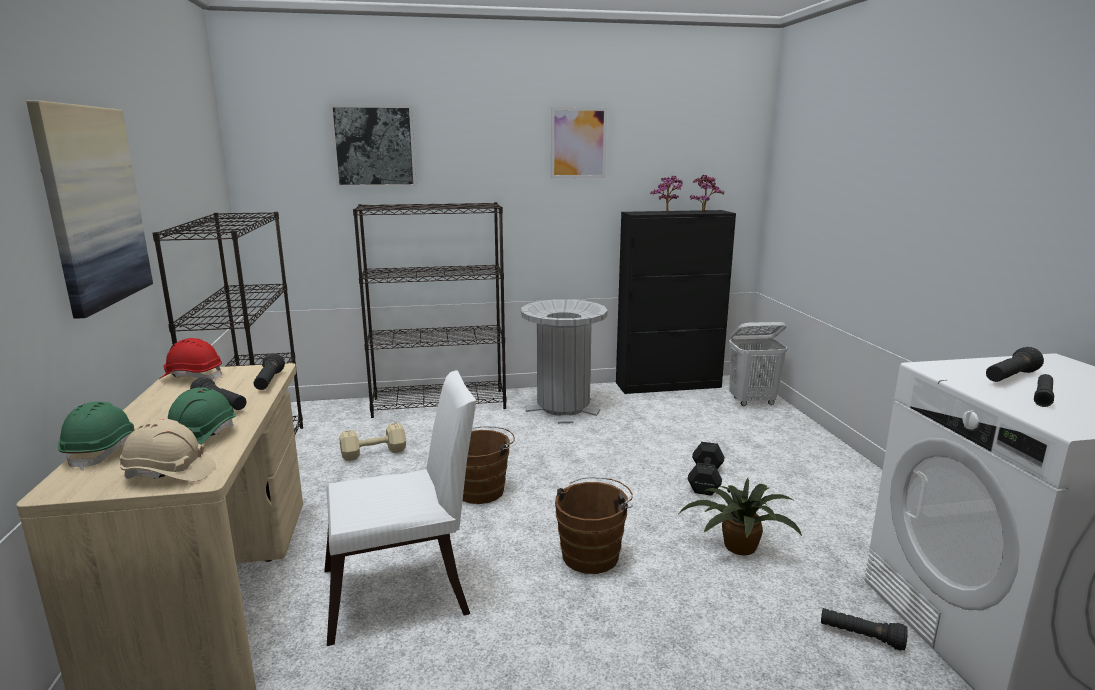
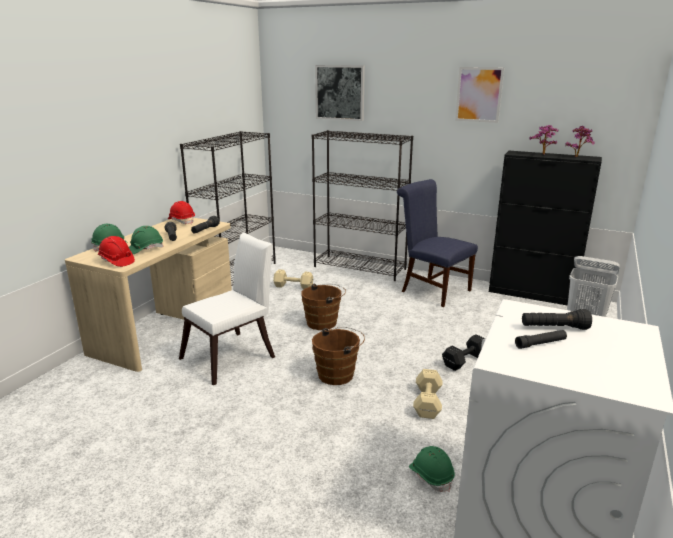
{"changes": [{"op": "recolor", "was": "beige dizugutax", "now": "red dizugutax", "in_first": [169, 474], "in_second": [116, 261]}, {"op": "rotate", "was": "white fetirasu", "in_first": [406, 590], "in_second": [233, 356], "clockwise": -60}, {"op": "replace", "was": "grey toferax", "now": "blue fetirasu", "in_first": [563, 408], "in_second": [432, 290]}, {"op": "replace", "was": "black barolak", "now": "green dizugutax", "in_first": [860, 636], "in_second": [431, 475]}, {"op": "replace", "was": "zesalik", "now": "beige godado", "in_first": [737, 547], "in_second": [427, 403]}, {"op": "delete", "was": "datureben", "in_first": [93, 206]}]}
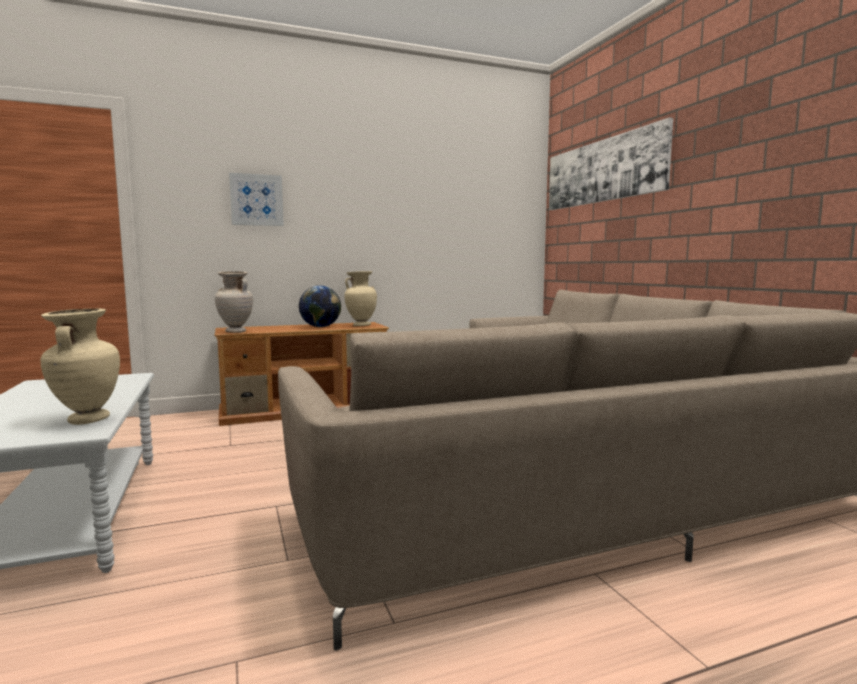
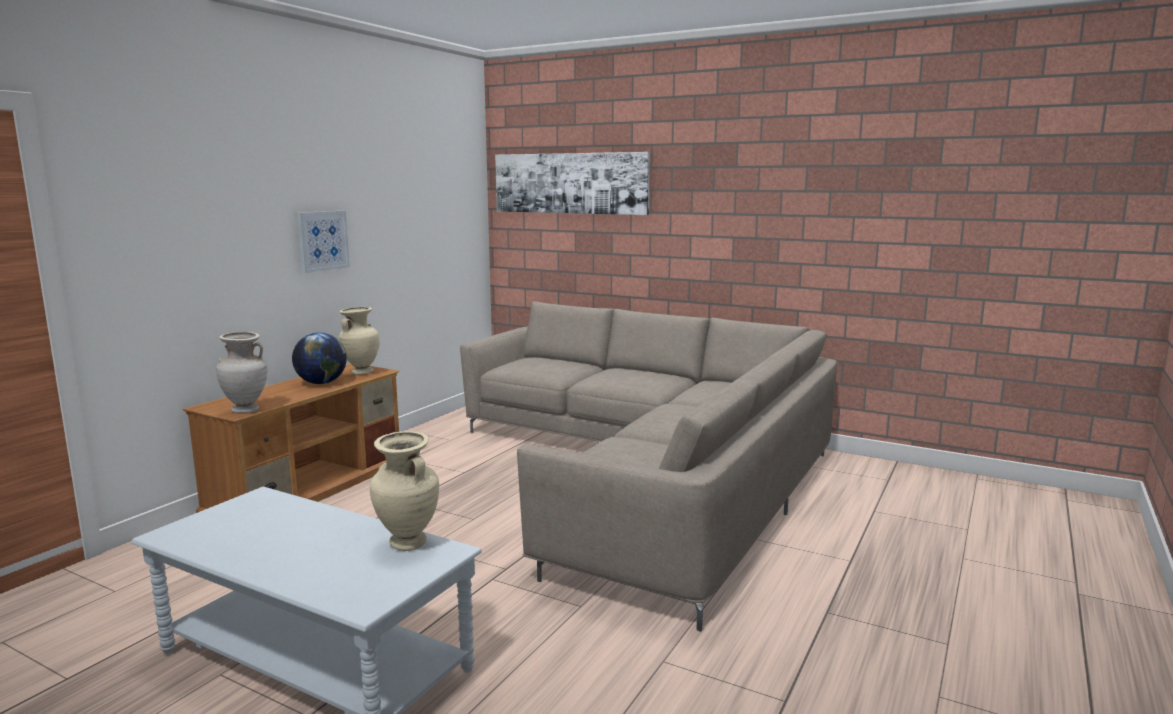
{"changes": [{"op": "move", "was": "datureben", "in_first": [256, 200], "in_second": [322, 240]}]}
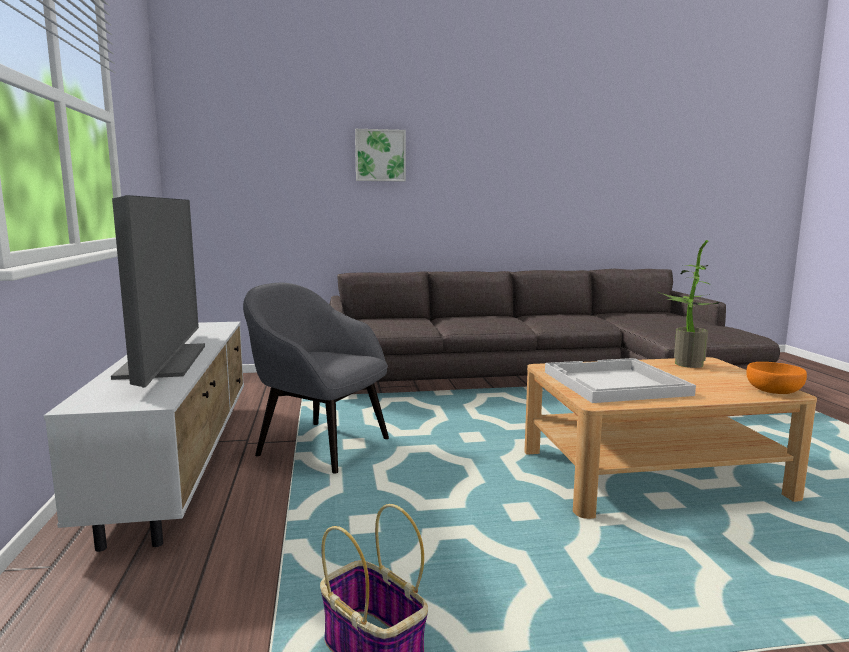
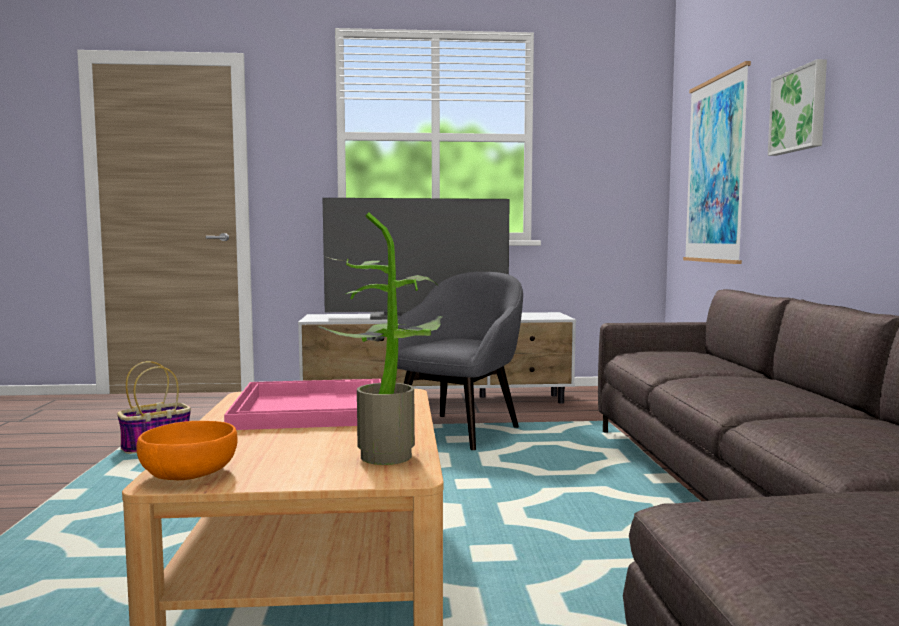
{"changes": [{"op": "recolor", "was": "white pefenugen", "now": "pink pefenugen", "in_first": [614, 383], "in_second": [310, 408]}, {"op": "insert", "now": "datureben", "in_second": [715, 170]}]}
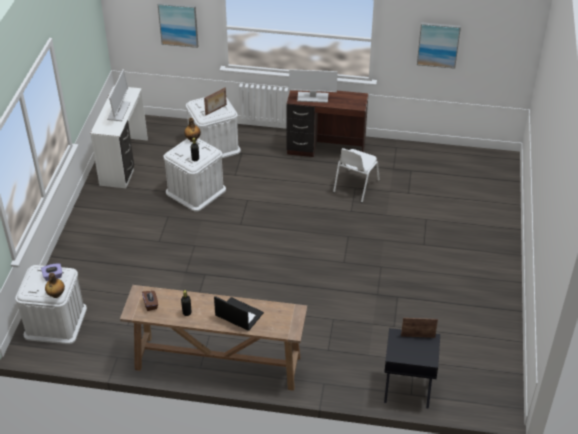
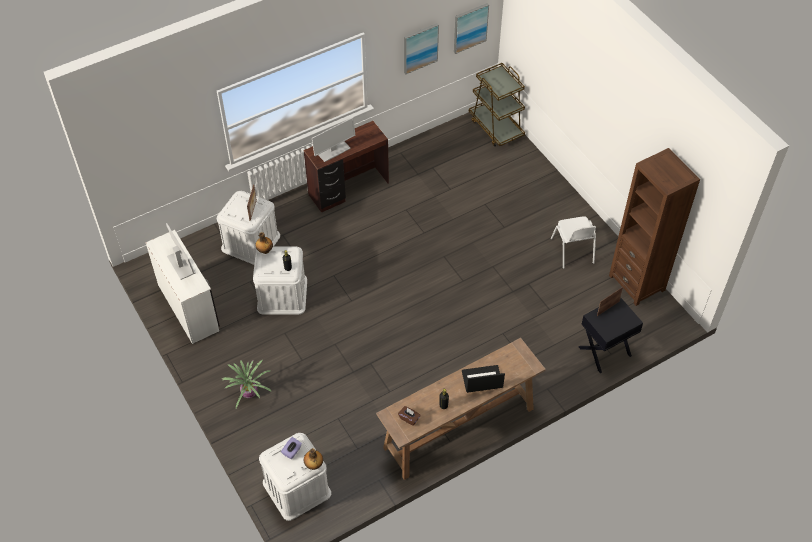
{"changes": [{"op": "insert", "now": "zesalik", "in_second": [248, 393]}, {"op": "move", "was": "datureben", "in_first": [178, 24], "in_second": [470, 27]}, {"op": "insert", "now": "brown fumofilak", "in_second": [496, 127]}, {"op": "move", "was": "white fetirasu", "in_first": [355, 186], "in_second": [572, 251]}, {"op": "insert", "now": "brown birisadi", "in_second": [637, 283]}]}
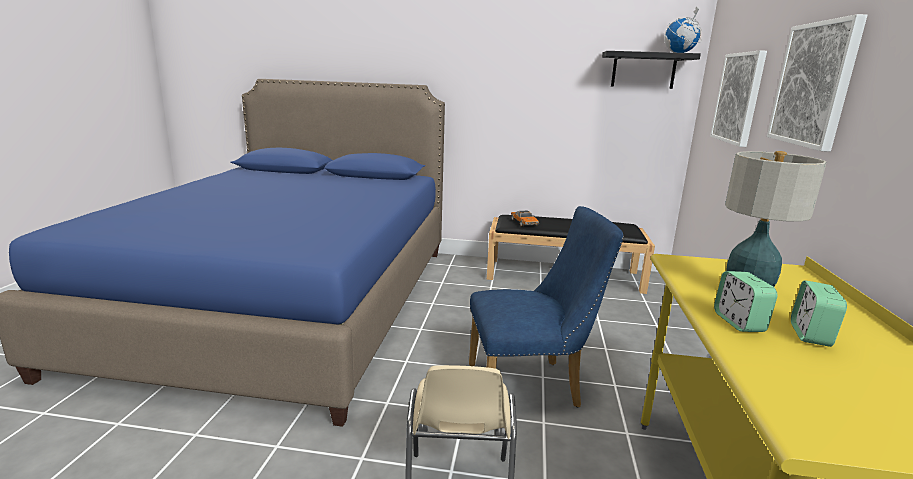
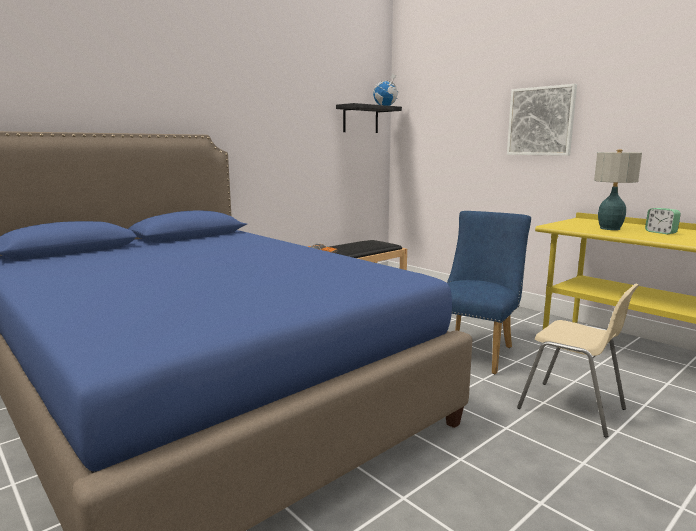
{"changes": [{"op": "delete", "was": "datureben", "in_first": [738, 98]}, {"op": "delete", "was": "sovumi", "in_first": [739, 322]}]}
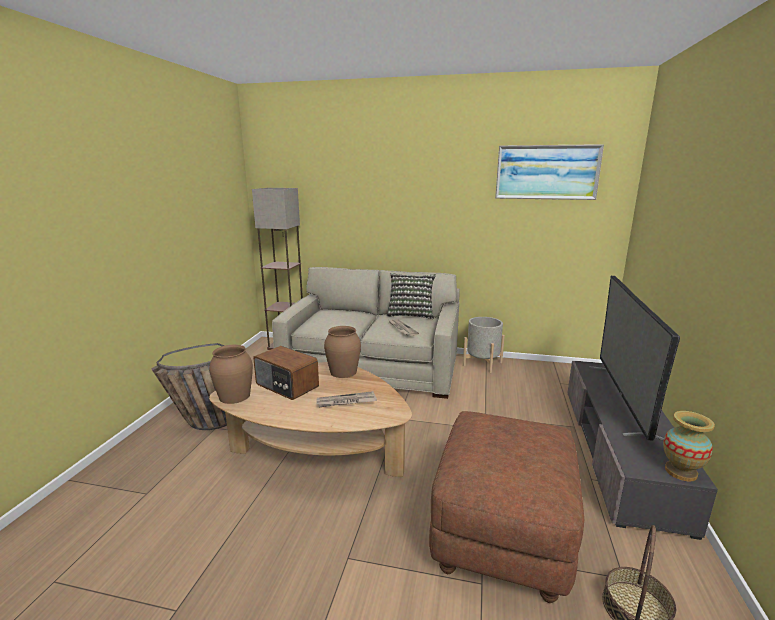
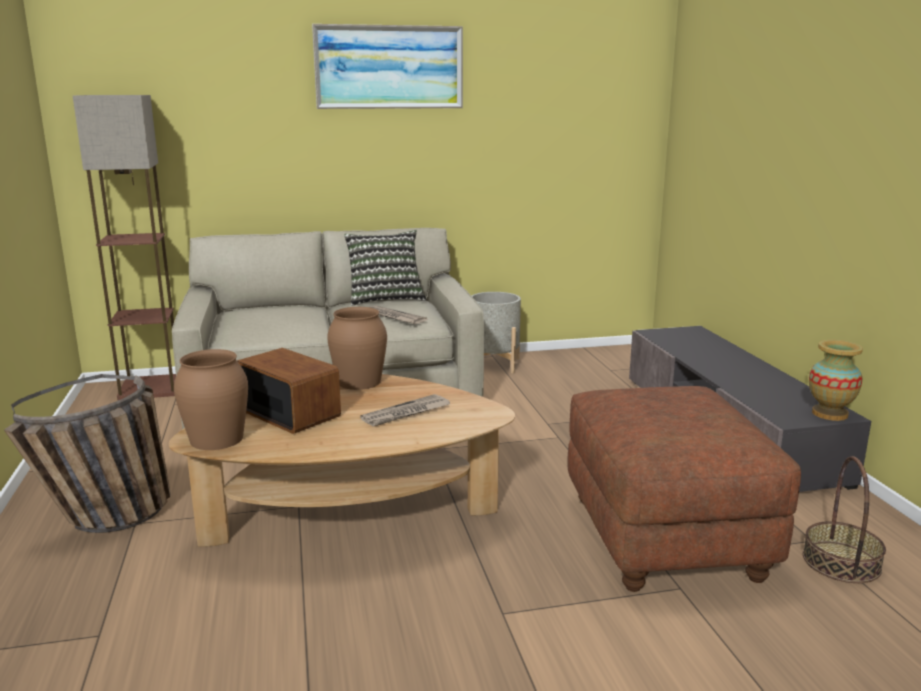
{"changes": [{"op": "rotate", "was": "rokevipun", "in_first": [286, 386], "in_second": [290, 412], "clockwise": -150}, {"op": "move", "was": "datureben", "in_first": [546, 172], "in_second": [389, 67]}, {"op": "delete", "was": "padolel", "in_first": [621, 398]}]}
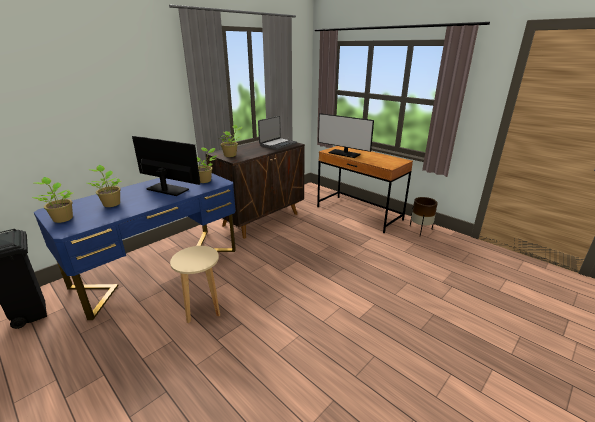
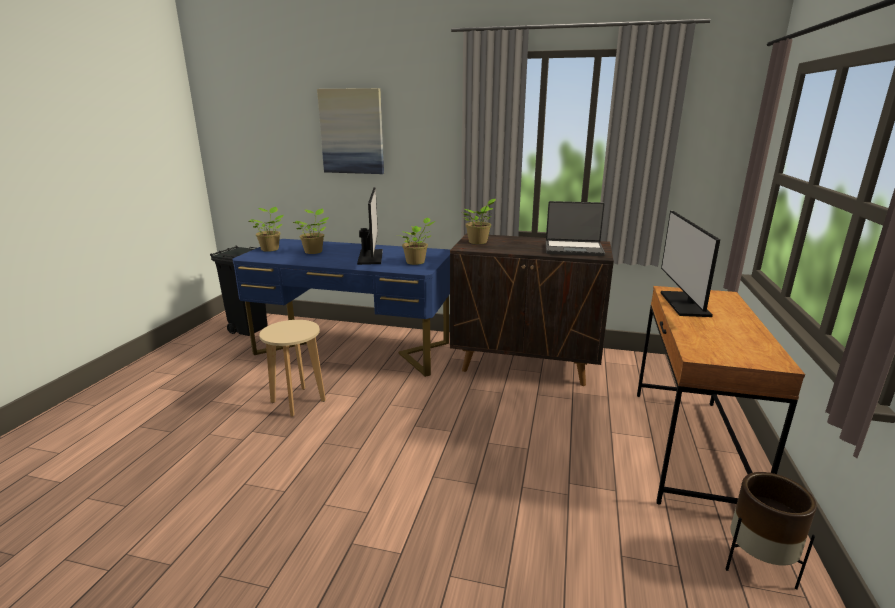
{"changes": [{"op": "insert", "now": "datureben", "in_second": [352, 131]}]}
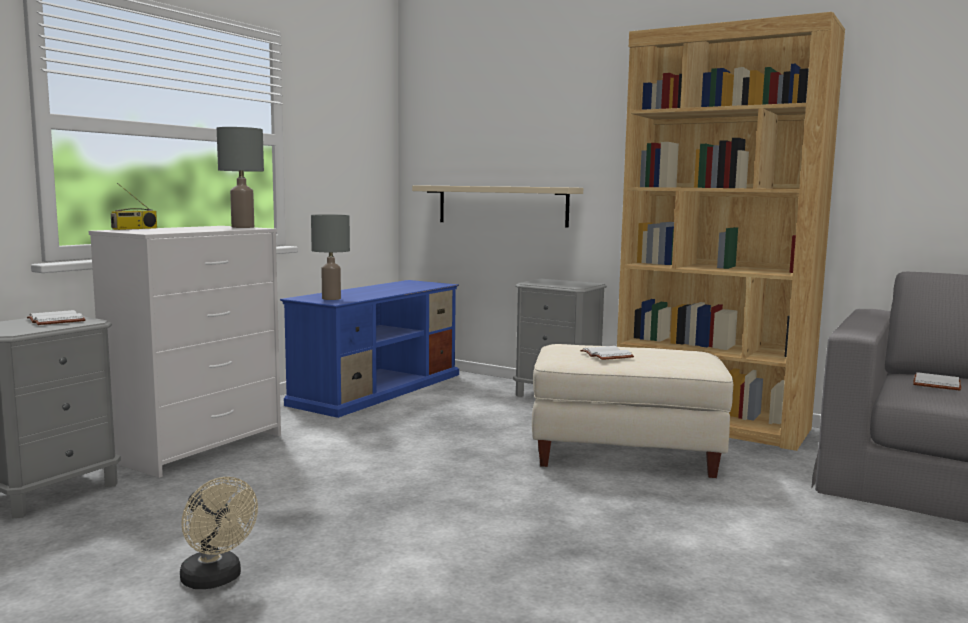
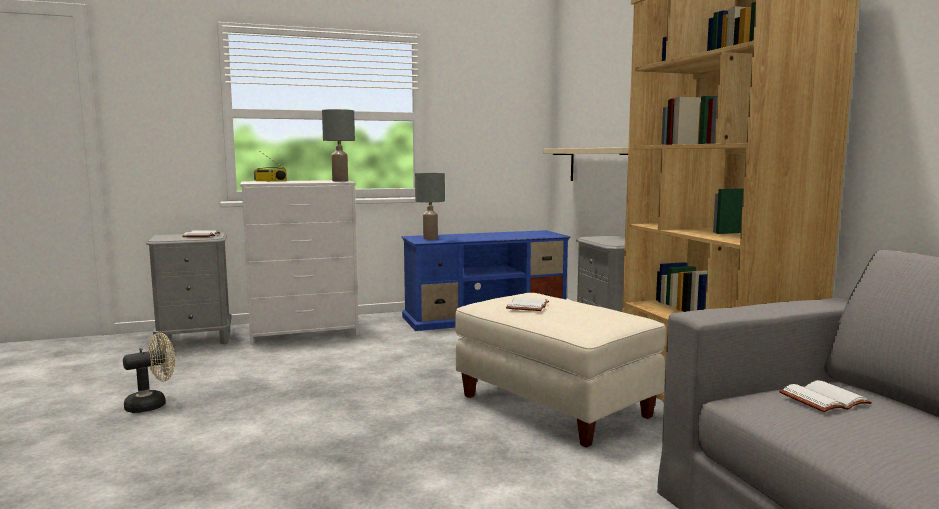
{"changes": [{"op": "rotate", "was": "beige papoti", "in_first": [216, 580], "in_second": [152, 404], "clockwise": -120}]}
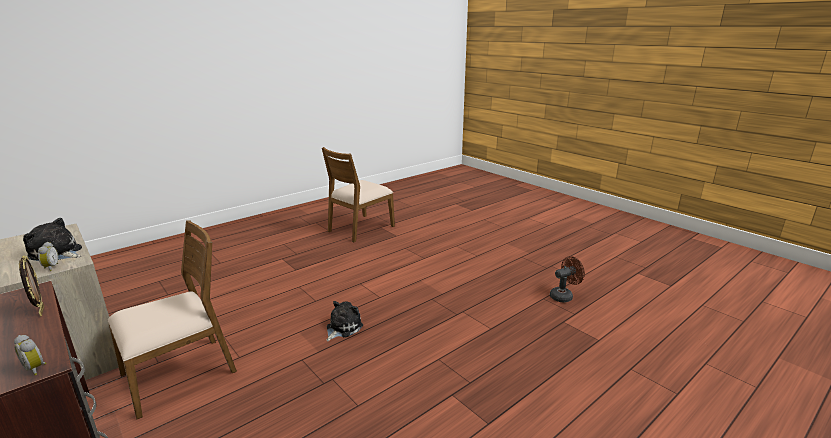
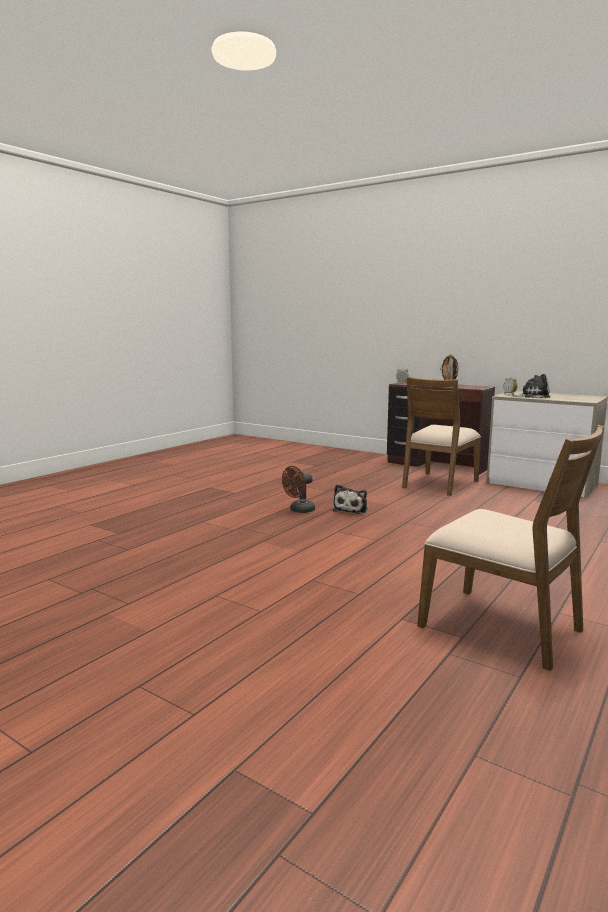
{"changes": [{"op": "move", "was": "brown papoti", "in_first": [564, 296], "in_second": [299, 510]}, {"op": "rotate", "was": "brown fetirasu", "in_first": [360, 228], "in_second": [502, 627], "clockwise": 105}]}
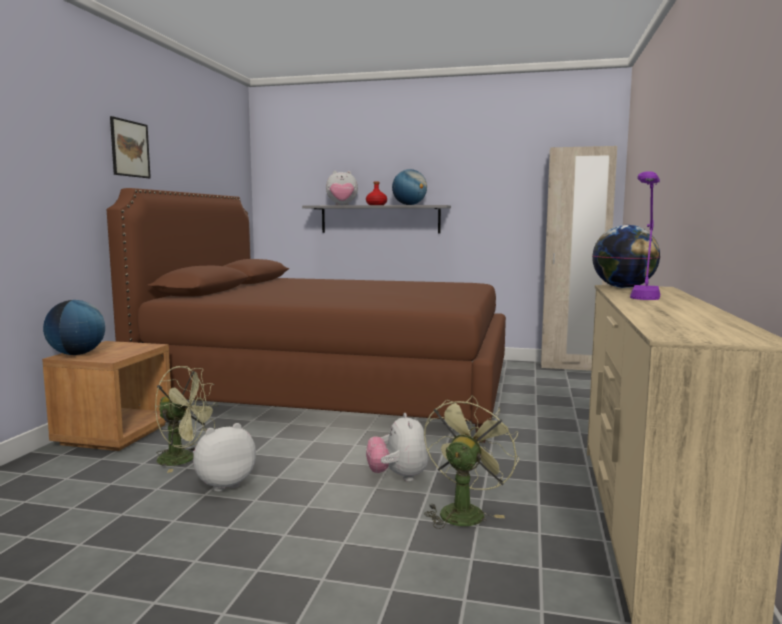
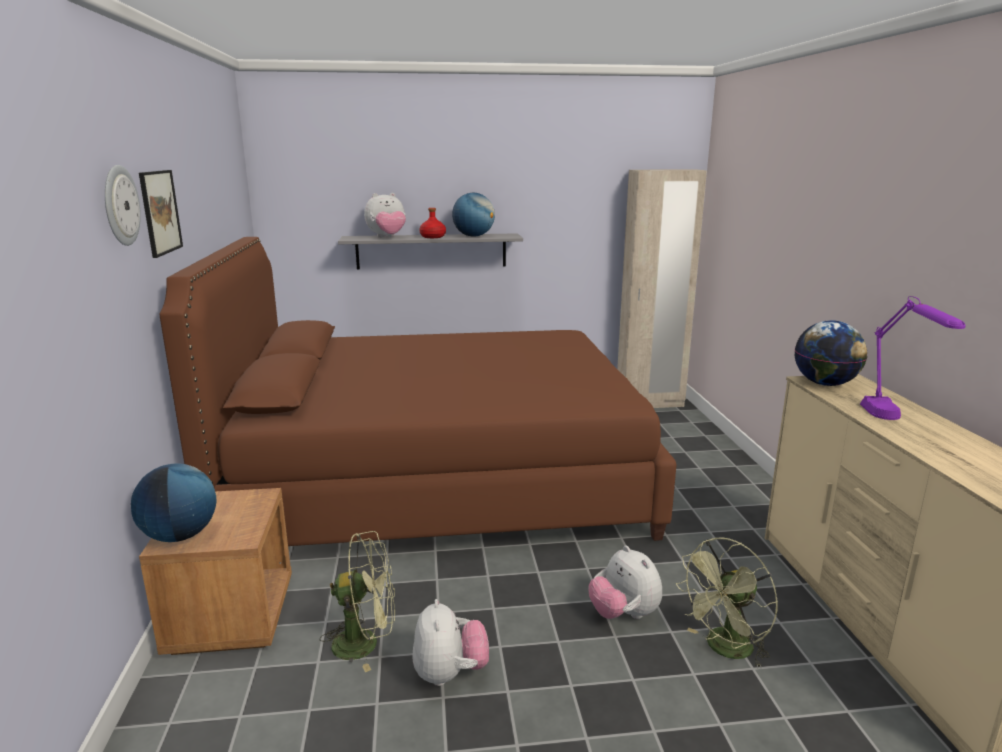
{"changes": [{"op": "insert", "now": "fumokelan", "in_second": [120, 205]}, {"op": "rotate", "was": "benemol", "in_first": [223, 484], "in_second": [450, 674], "clockwise": 135}, {"op": "rotate", "was": "green papoti", "in_first": [464, 511], "in_second": [724, 650], "clockwise": -135}]}
